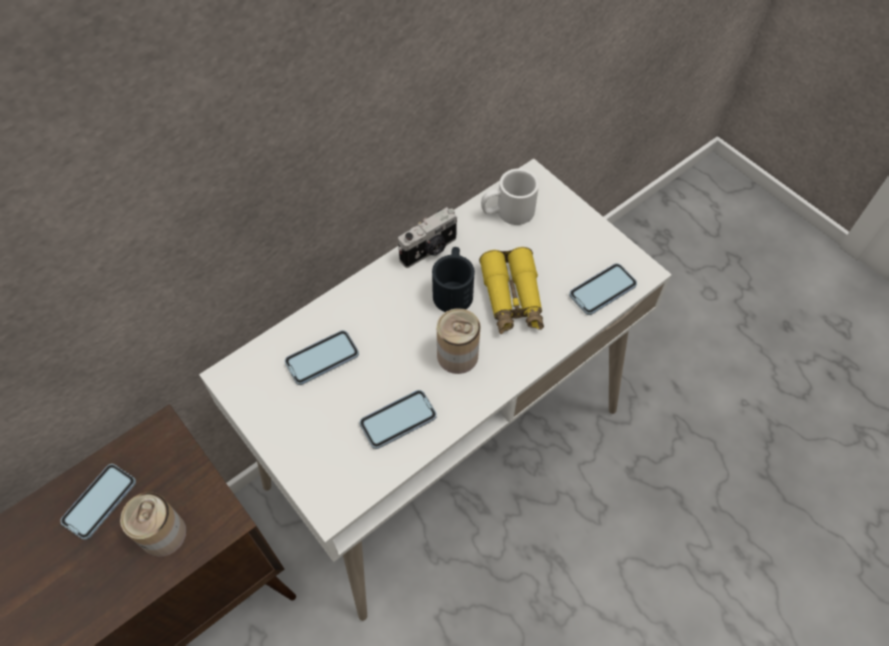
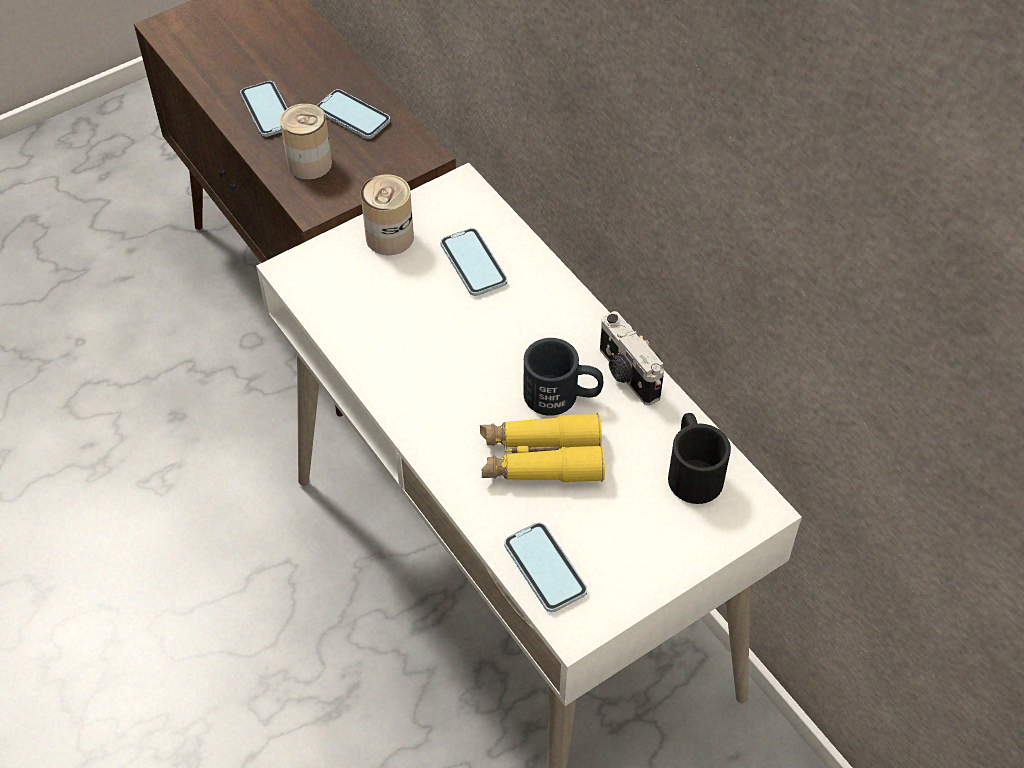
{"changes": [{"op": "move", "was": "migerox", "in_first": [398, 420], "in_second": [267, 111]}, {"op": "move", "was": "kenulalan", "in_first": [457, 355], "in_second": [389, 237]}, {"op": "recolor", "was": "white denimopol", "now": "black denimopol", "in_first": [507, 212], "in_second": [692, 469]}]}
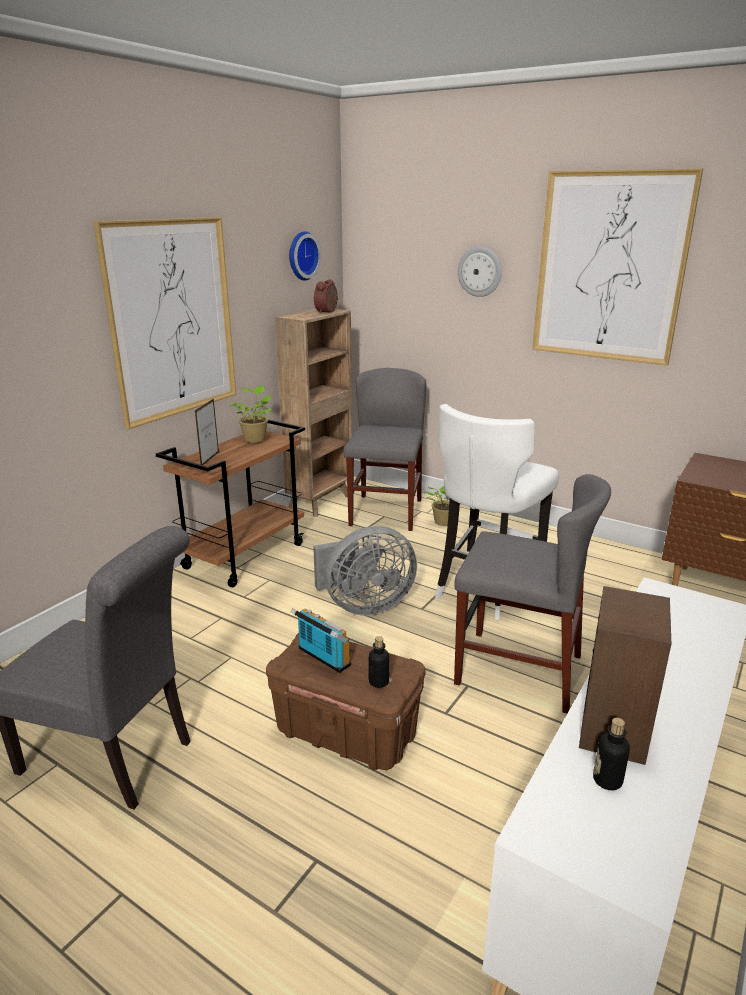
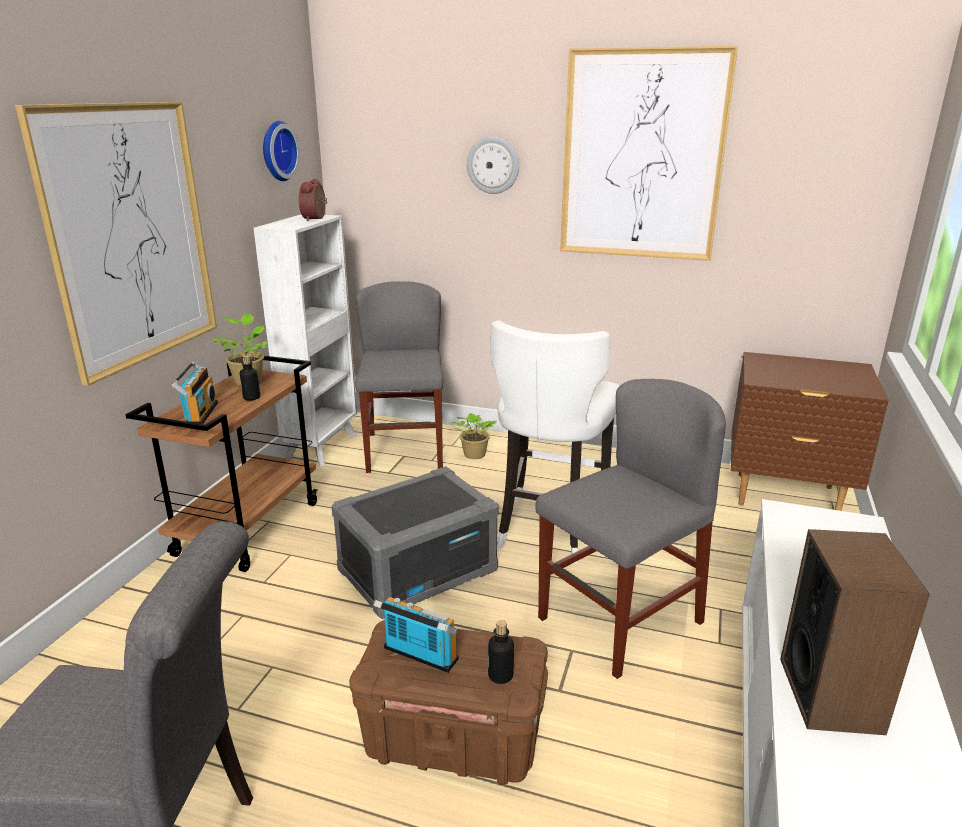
{"changes": [{"op": "replace", "was": "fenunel", "now": "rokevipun", "in_first": [210, 459], "in_second": [199, 414]}, {"op": "move", "was": "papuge", "in_first": [607, 780], "in_second": [251, 397]}, {"op": "recolor", "was": "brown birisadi", "now": "white birisadi", "in_first": [321, 501], "in_second": [323, 446]}, {"op": "replace", "was": "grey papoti", "now": "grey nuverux", "in_first": [364, 605], "in_second": [418, 570]}, {"op": "rotate", "was": "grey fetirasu", "in_first": [518, 669], "in_second": [619, 620], "clockwise": -45}]}
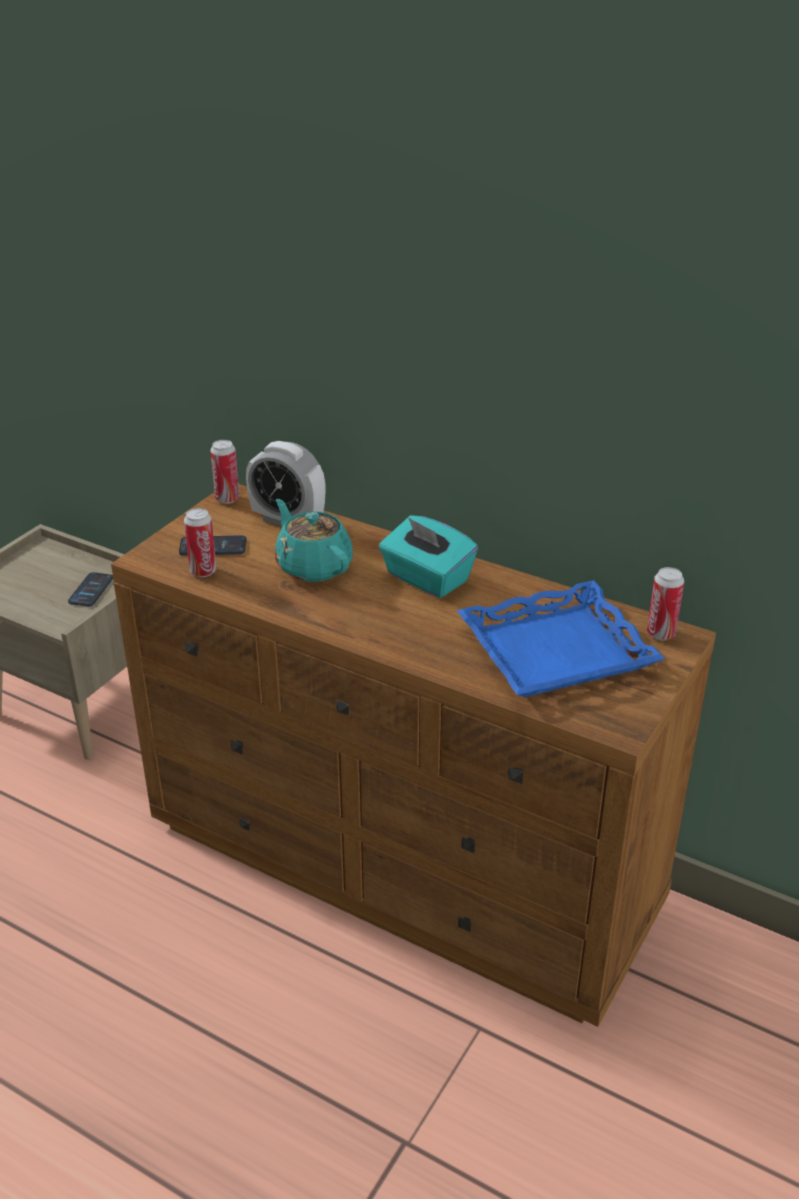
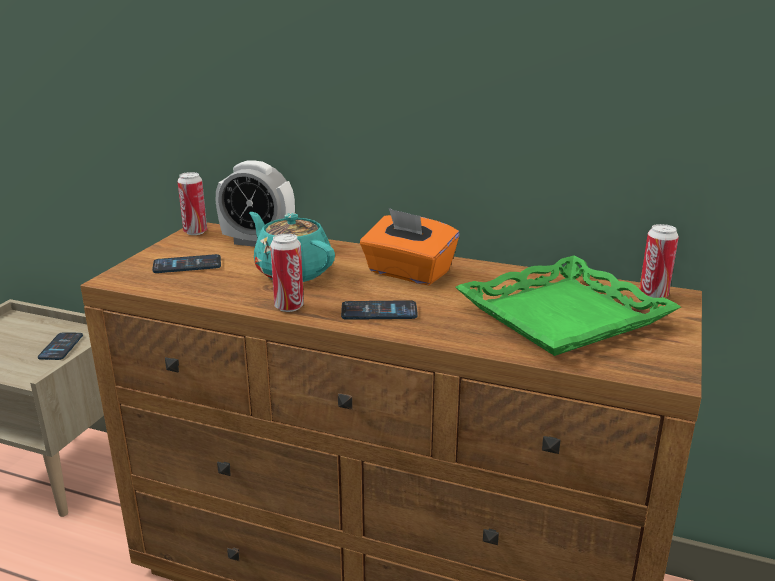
{"changes": [{"op": "move", "was": "kenulalan", "in_first": [203, 571], "in_second": [289, 307]}, {"op": "insert", "now": "migerox", "in_second": [379, 312]}, {"op": "recolor", "was": "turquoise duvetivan", "now": "orange duvetivan", "in_first": [426, 578], "in_second": [408, 273]}, {"op": "recolor", "was": "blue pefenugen", "now": "green pefenugen", "in_first": [556, 651], "in_second": [563, 317]}]}
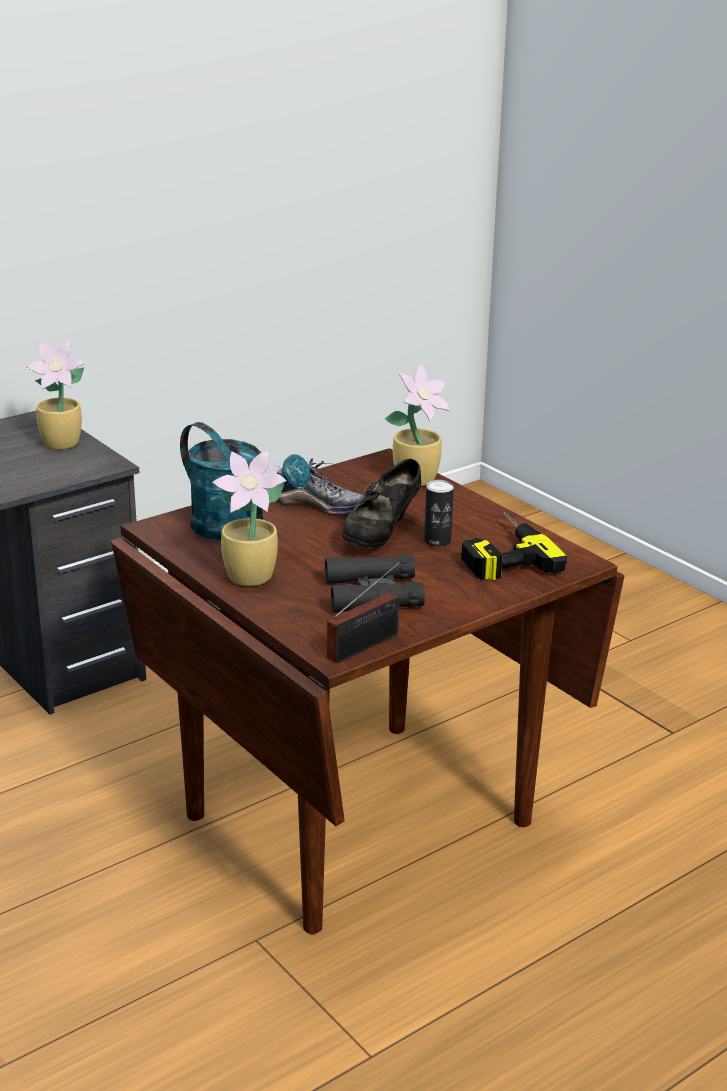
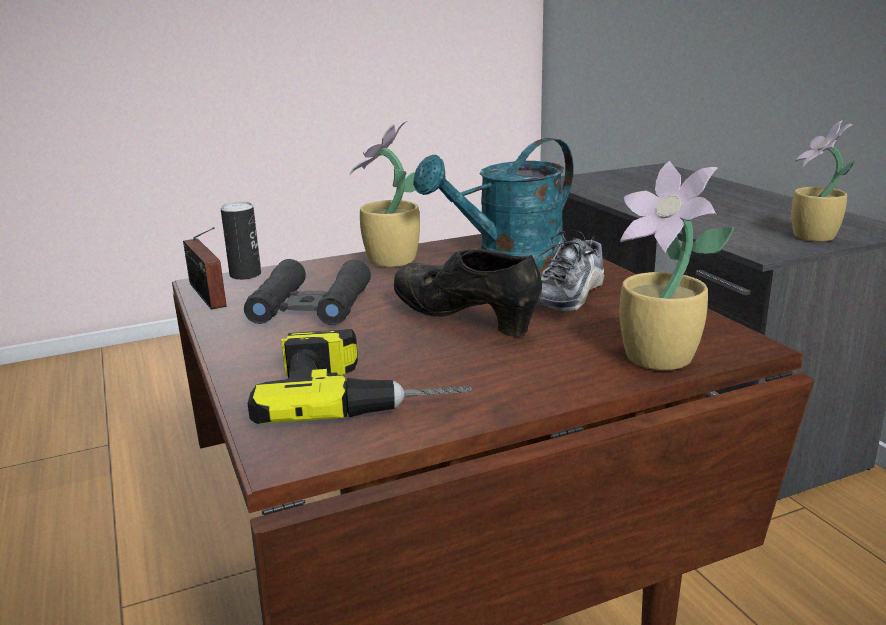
{"changes": [{"op": "move", "was": "kenulalan", "in_first": [437, 541], "in_second": [245, 275]}]}
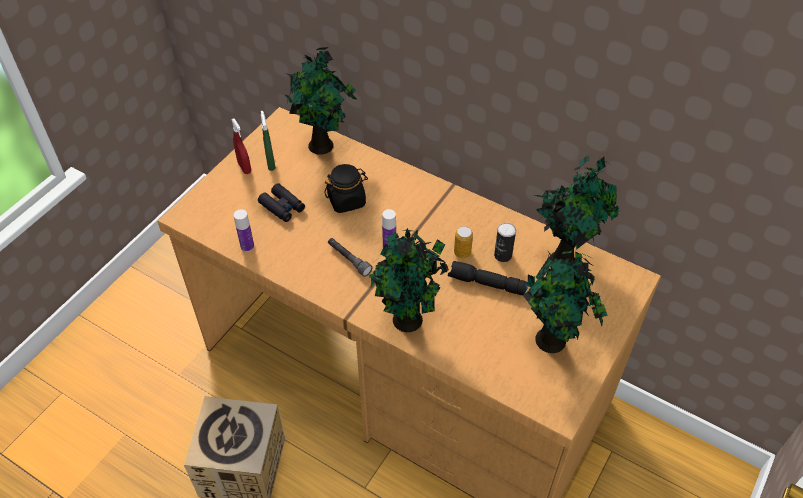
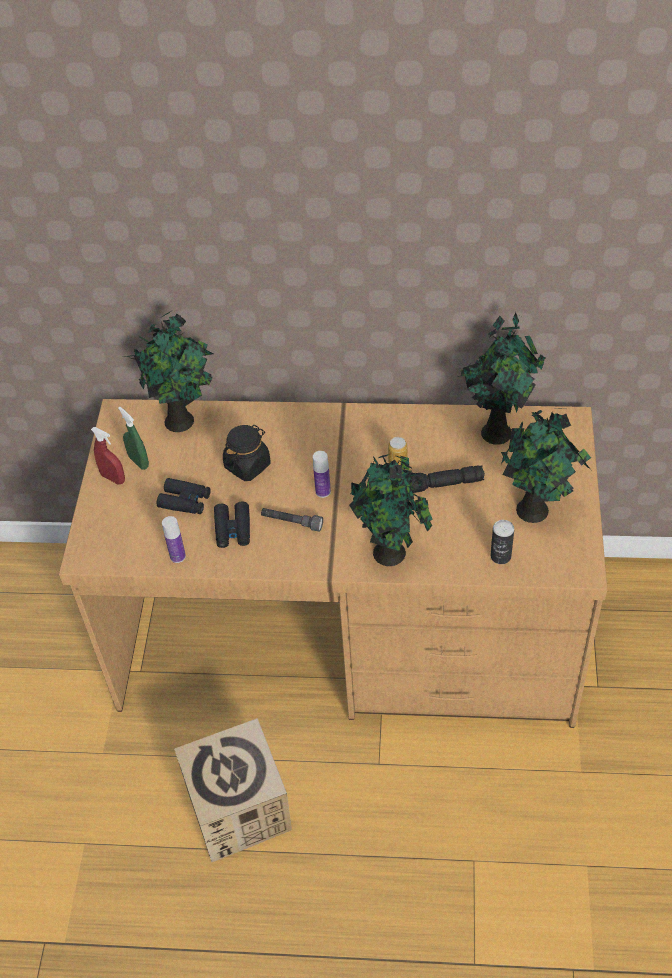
{"changes": [{"op": "insert", "now": "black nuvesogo", "in_second": [233, 529]}, {"op": "move", "was": "kenulalan", "in_first": [503, 255], "in_second": [500, 556]}]}
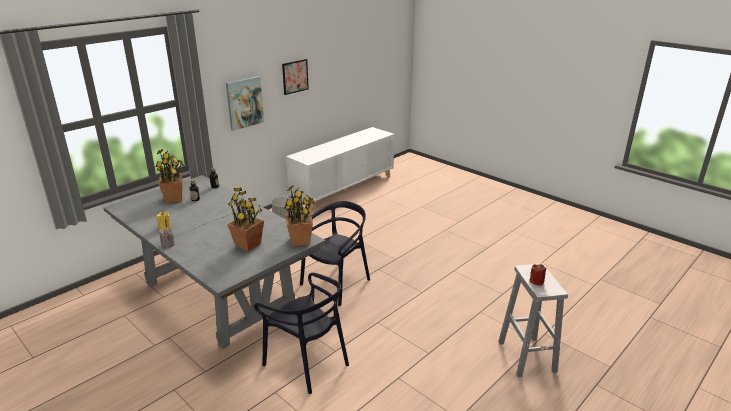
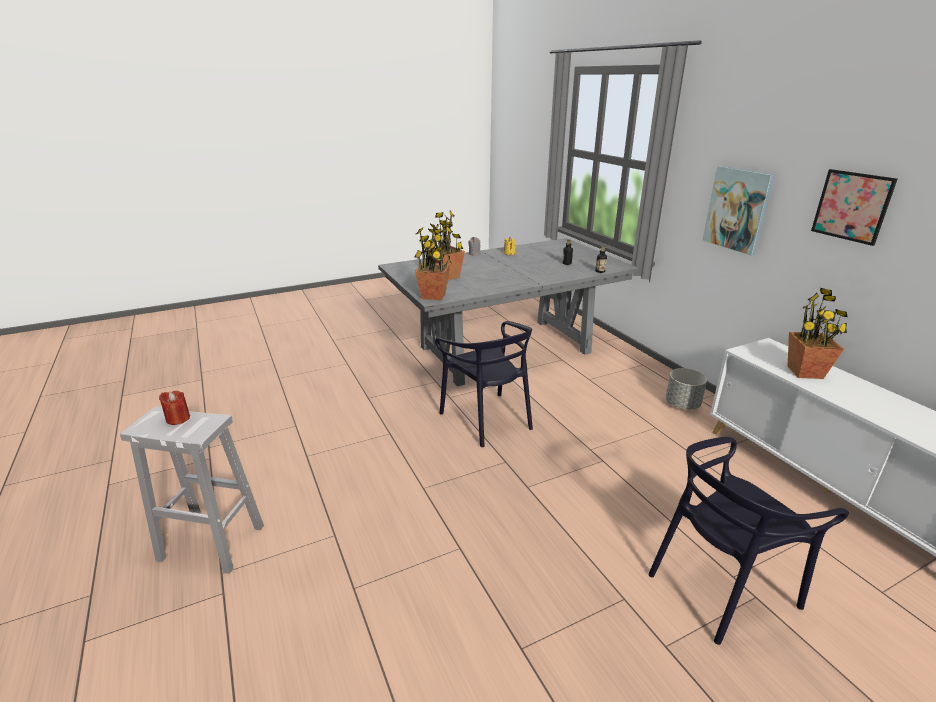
{"changes": [{"op": "move", "was": "black fetirasu", "in_first": [307, 362], "in_second": [720, 585]}, {"op": "move", "was": "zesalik", "in_first": [174, 199], "in_second": [805, 372]}]}
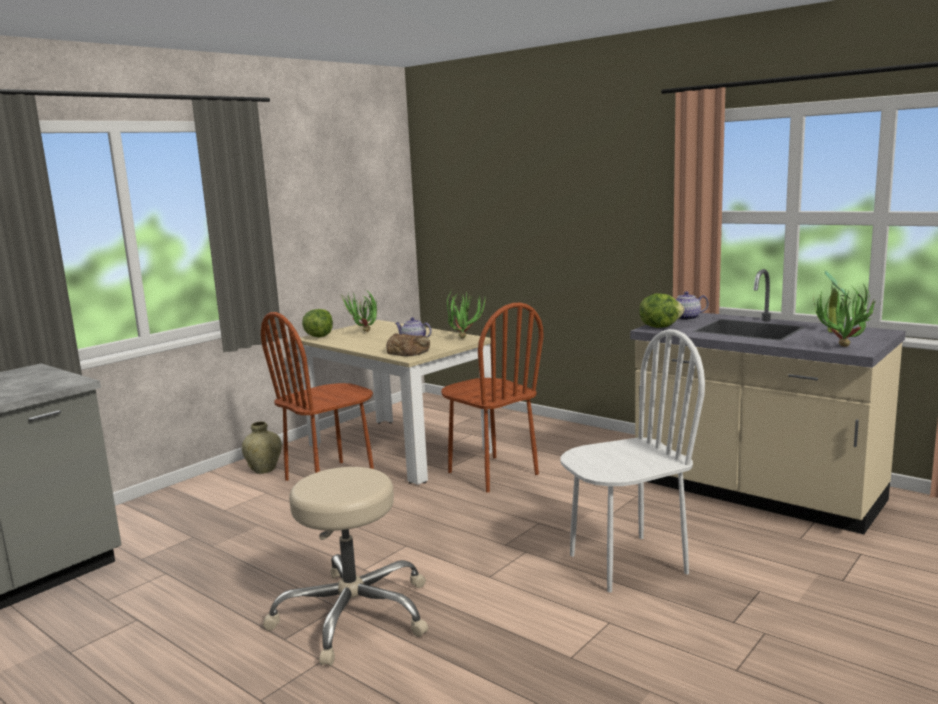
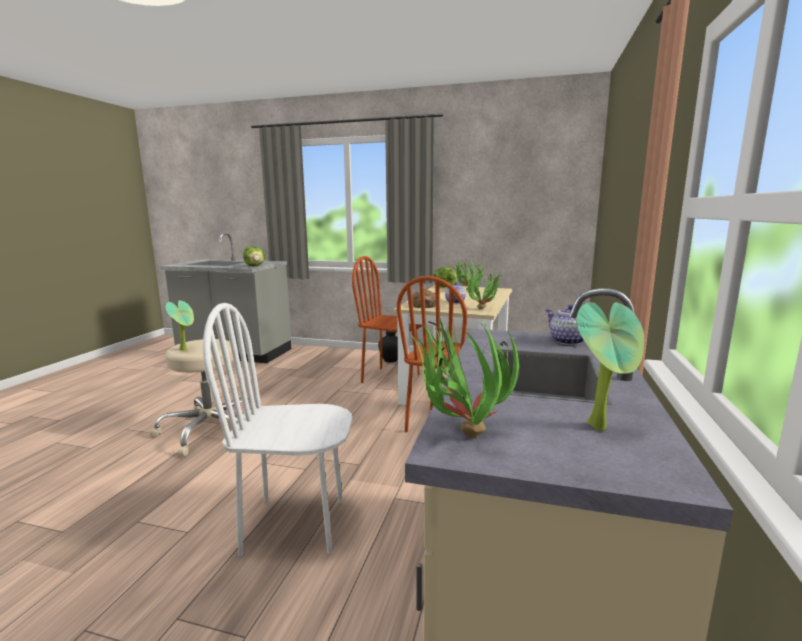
{"changes": [{"op": "insert", "now": "zesalik", "in_second": [185, 349]}, {"op": "rotate", "was": "white fetirasu", "in_first": [627, 563], "in_second": [295, 525], "clockwise": 135}, {"op": "move", "was": "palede", "in_first": [659, 327], "in_second": [255, 266]}, {"op": "recolor", "was": "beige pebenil", "now": "black pebenil", "in_first": [264, 470], "in_second": [391, 360]}]}
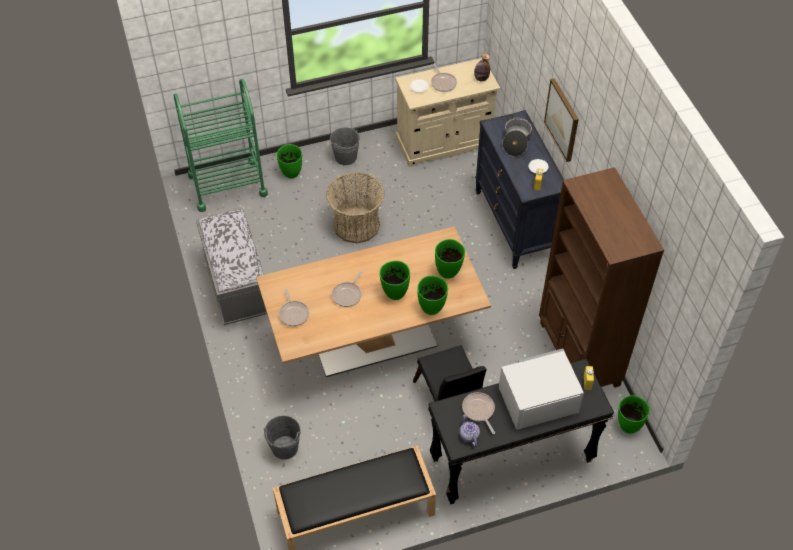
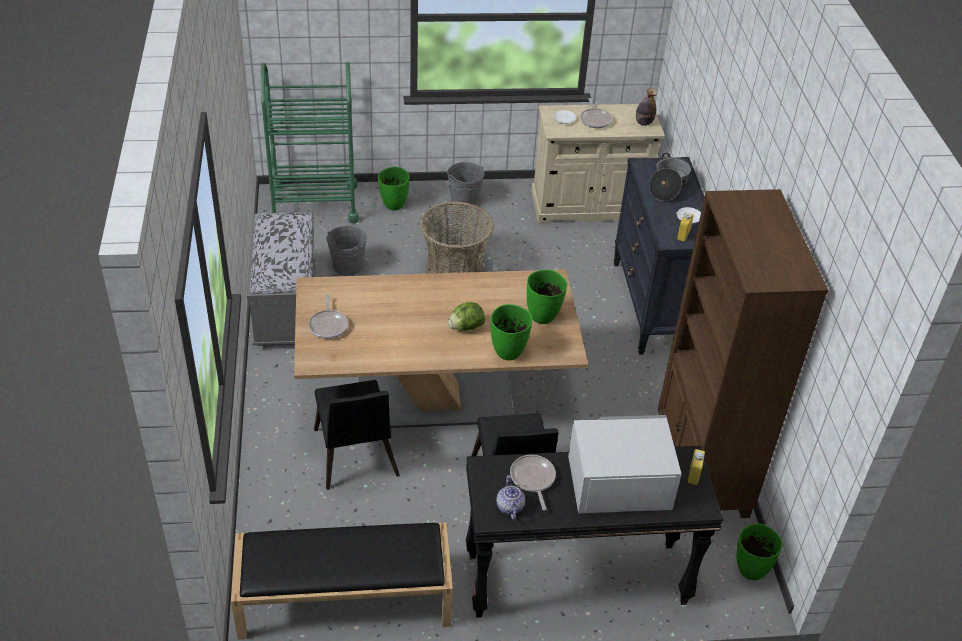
{"changes": [{"op": "insert", "now": "black fetirasu", "in_second": [355, 458]}, {"op": "move", "was": "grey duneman", "in_first": [285, 447], "in_second": [347, 266]}, {"op": "replace", "was": "green pebenil", "now": "palede", "in_first": [395, 293], "in_second": [466, 327]}, {"op": "delete", "was": "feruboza", "in_first": [348, 295]}, {"op": "delete", "was": "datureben", "in_first": [562, 119]}]}
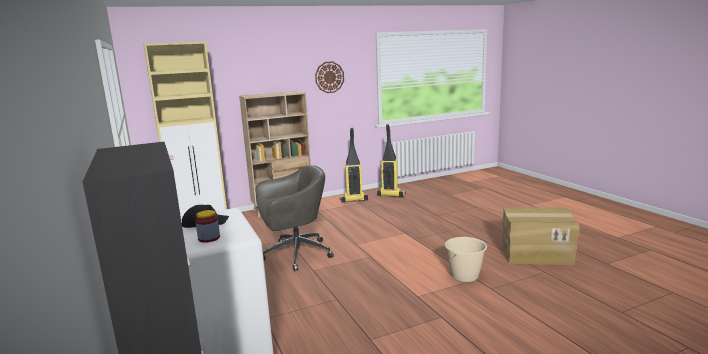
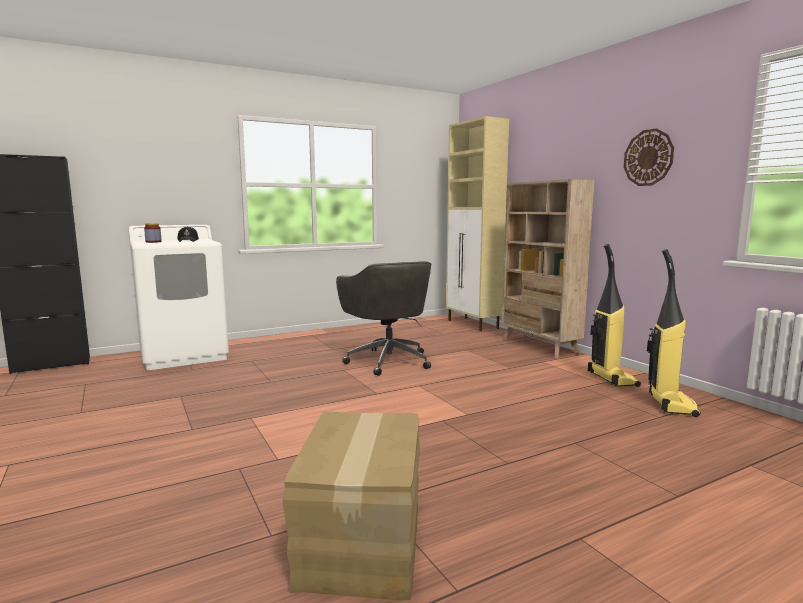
{"changes": [{"op": "delete", "was": "beige duneman", "in_first": [465, 276]}]}
